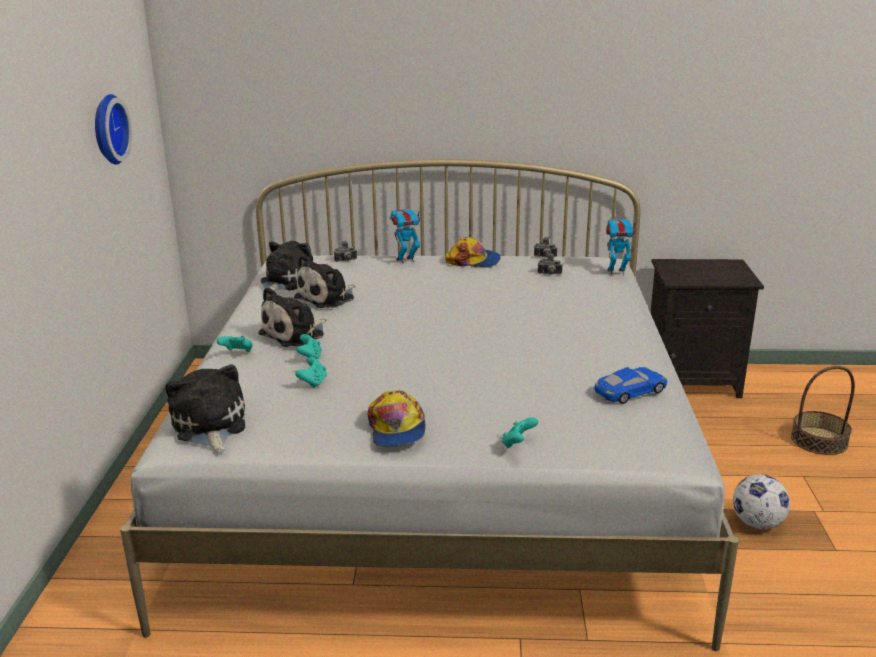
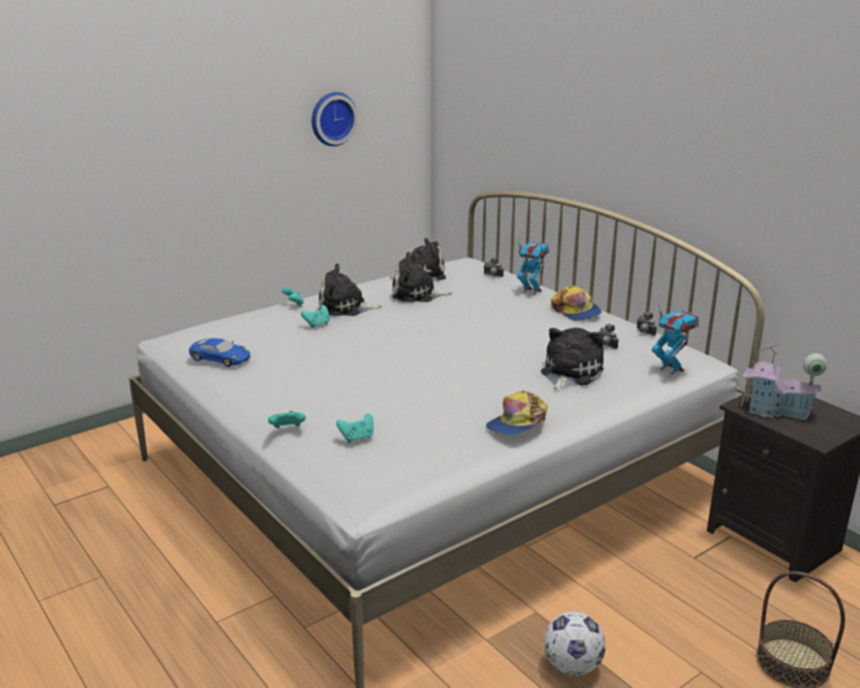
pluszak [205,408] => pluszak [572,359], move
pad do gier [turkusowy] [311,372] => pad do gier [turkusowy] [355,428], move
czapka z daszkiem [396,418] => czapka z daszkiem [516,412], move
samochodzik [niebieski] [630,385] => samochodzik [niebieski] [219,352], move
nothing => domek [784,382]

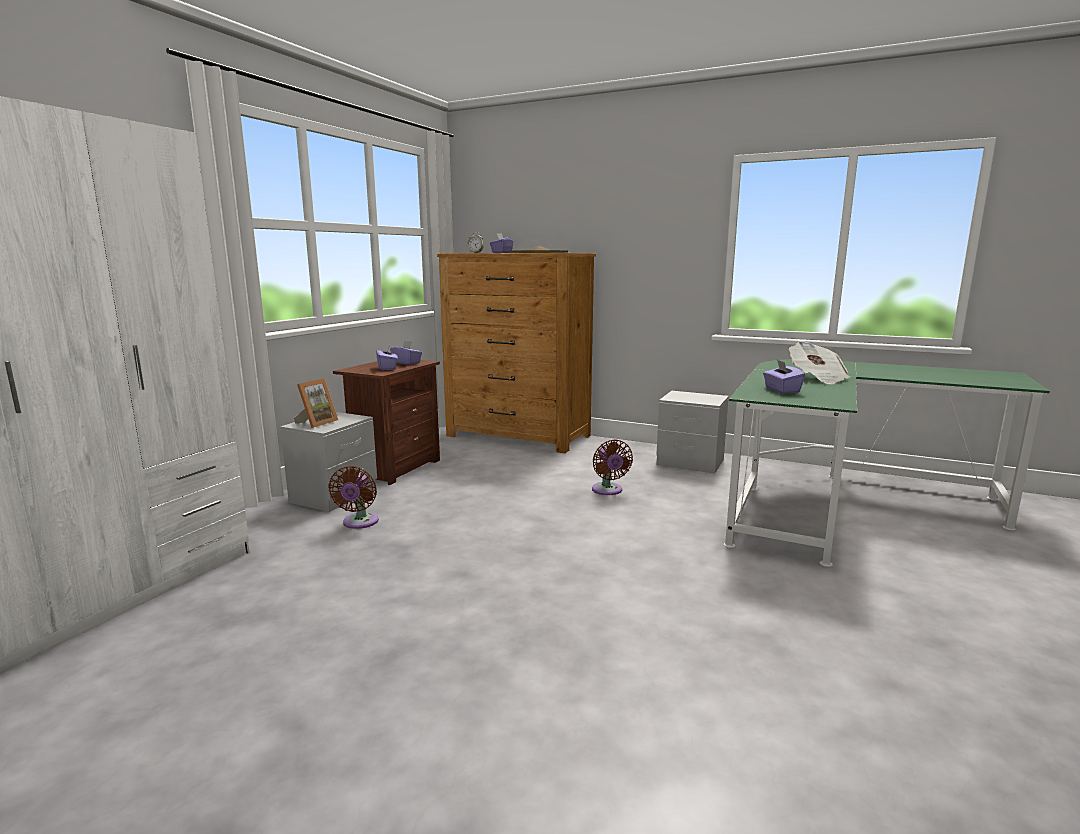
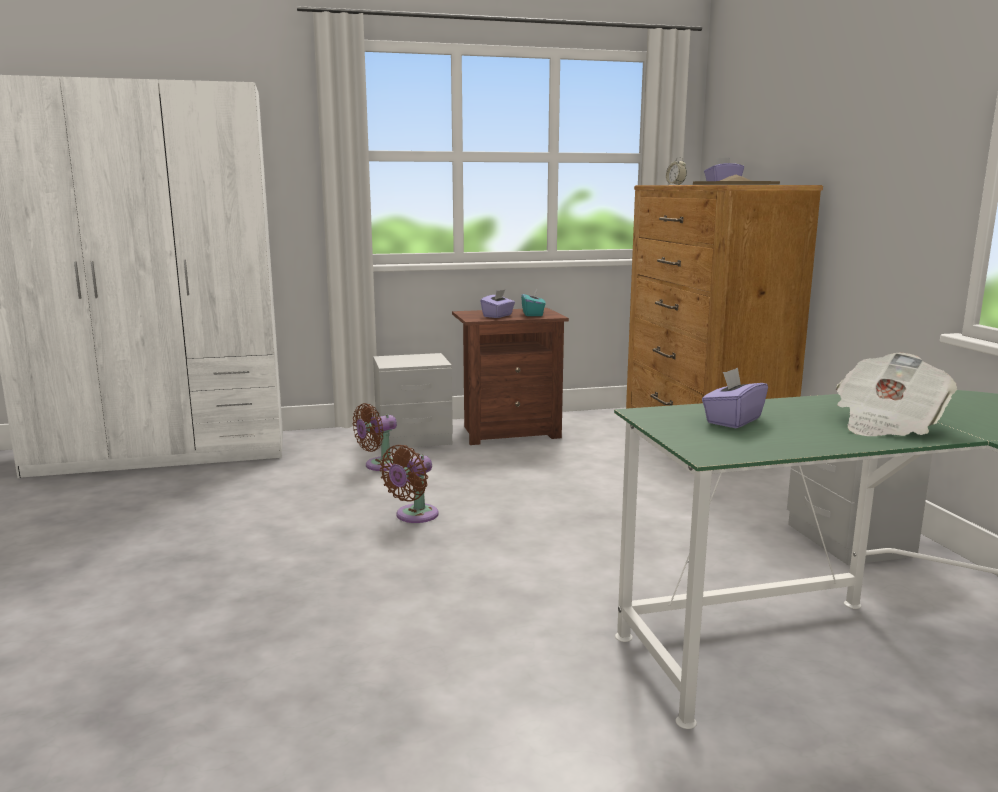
ramka na zdjęcie [316,403] => nothing
pudełko chusteczek [fioletowy] [406,352] => pudełko chusteczek [turkusowy] [533,302]
wentylator [brązowy] [612,467] => wentylator [brązowy] [409,484], move

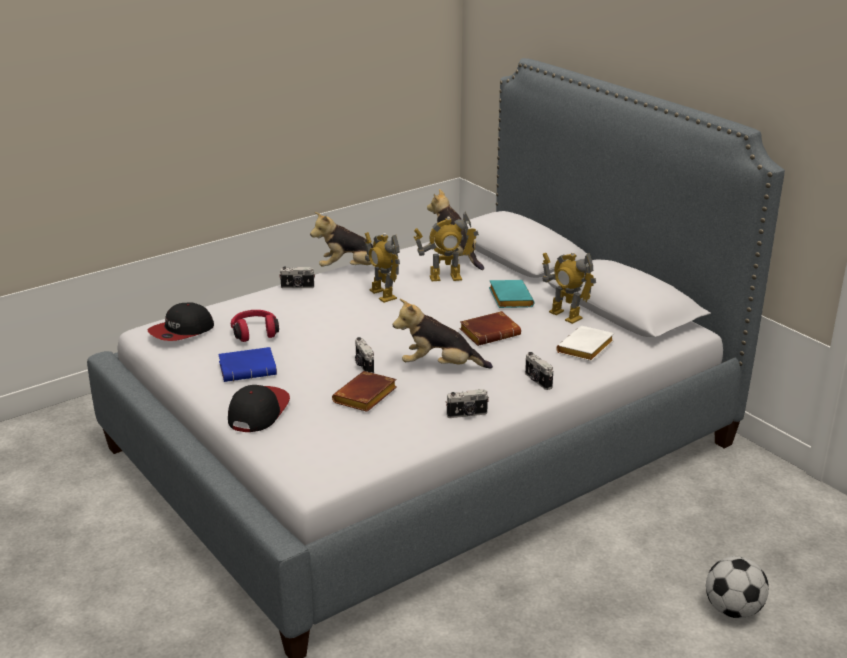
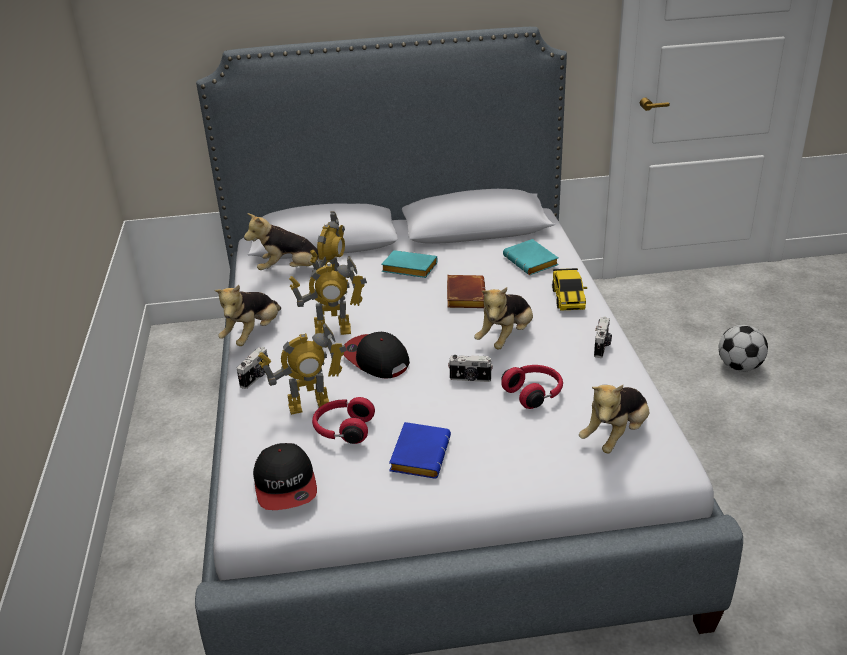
czapka z daszkiem [259,408] => czapka z daszkiem [377,355], move
książka [brązowy] [364,391] => słuchawki [czerwony] [532,387]
aparat fotograficzny [539,371] => samochodzik [569,289]
robot zabawkowy [569,288] => robot zabawkowy [302,369], move
książka [biały] [585,343] => książka [turkusowy] [531,257]
nothing => pluszak [614,419]

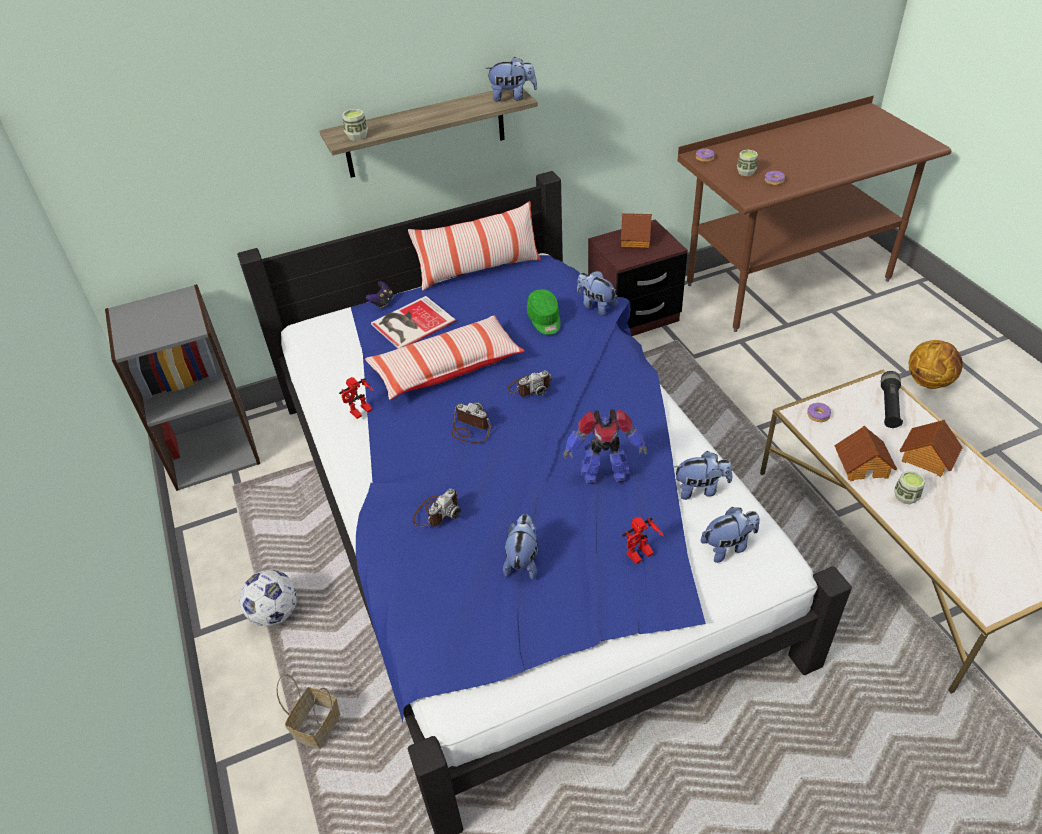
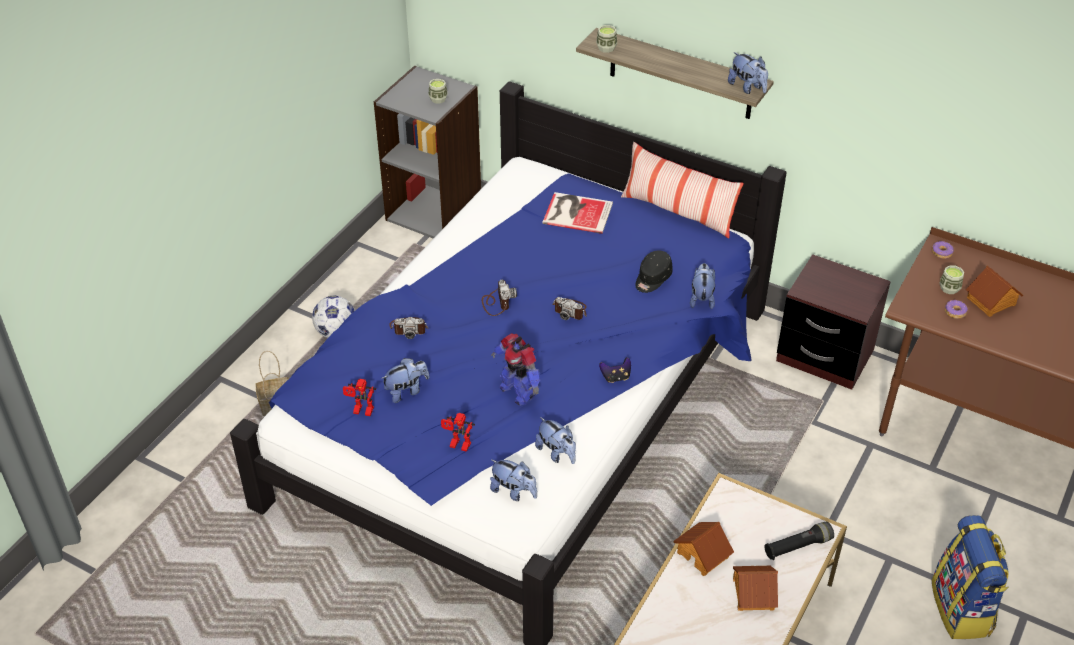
robot zabawkowy [356,398] => robot zabawkowy [359,397], move
poduszka [444,357] => nothing
pad do gier [379,295] => pad do gier [615,370], move
czapka z daszkiem [zielony] [543,312] => czapka z daszkiem [czarny] [654,272]
domek [636,230] => domek [994,291], move
donut [819,412] => nothing
filiżanka [909,487] => filiżanka [438,91], move
piłka do koszykówki [936,364] => plecak [970,577]

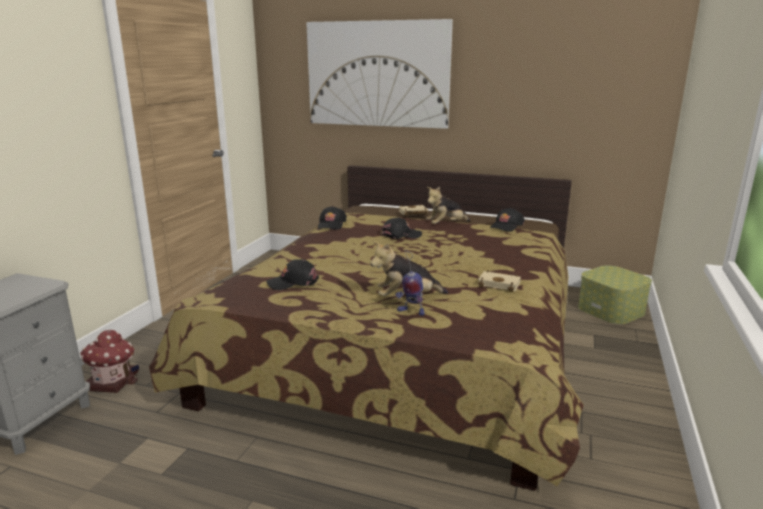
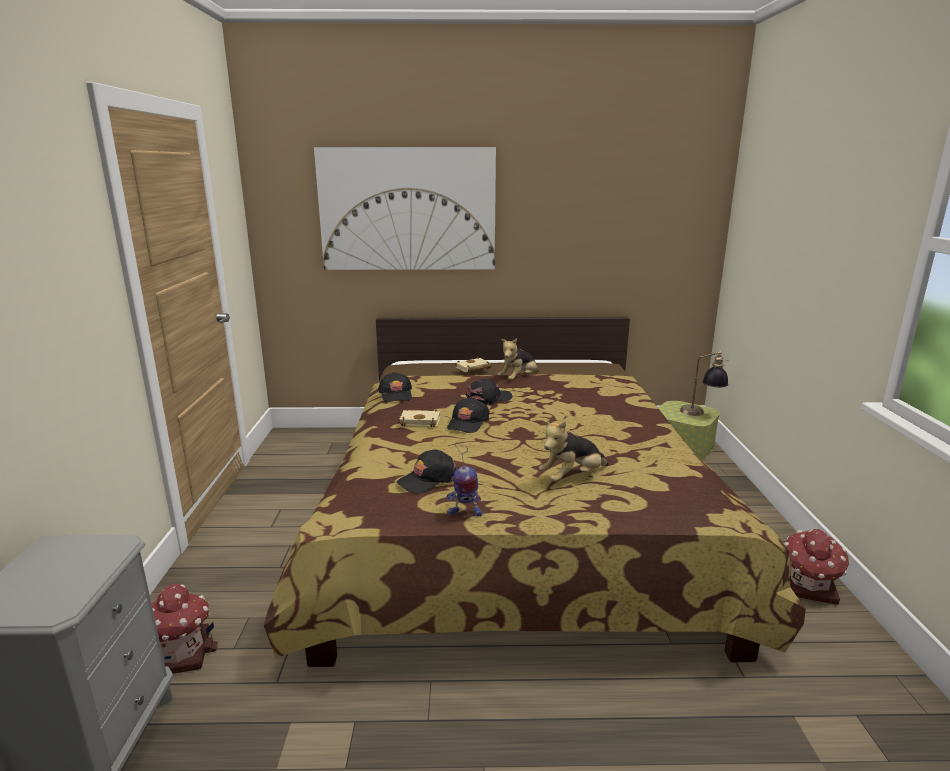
robot zabawkowy [410,283] => robot zabawkowy [464,479], move
książka [beżowy] [499,281] => książka [beżowy] [419,417], move
czapka z daszkiem [czarny] [507,220] => czapka z daszkiem [czarny] [468,415], move
nothing => lampa stołowa [704,383]
nothing => domek [816,567]

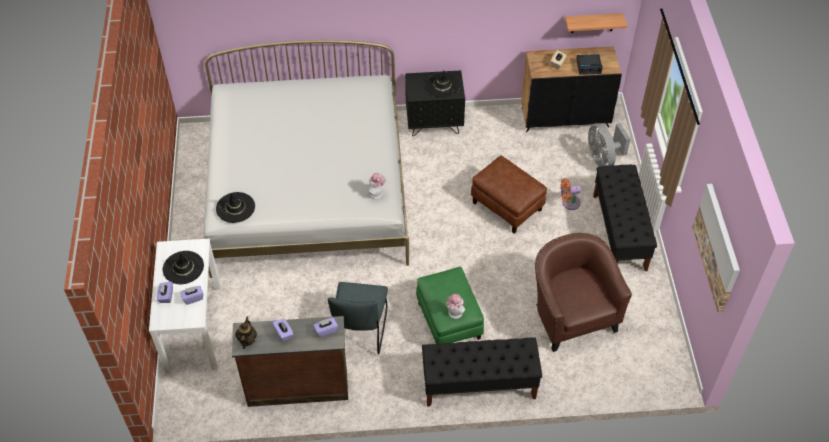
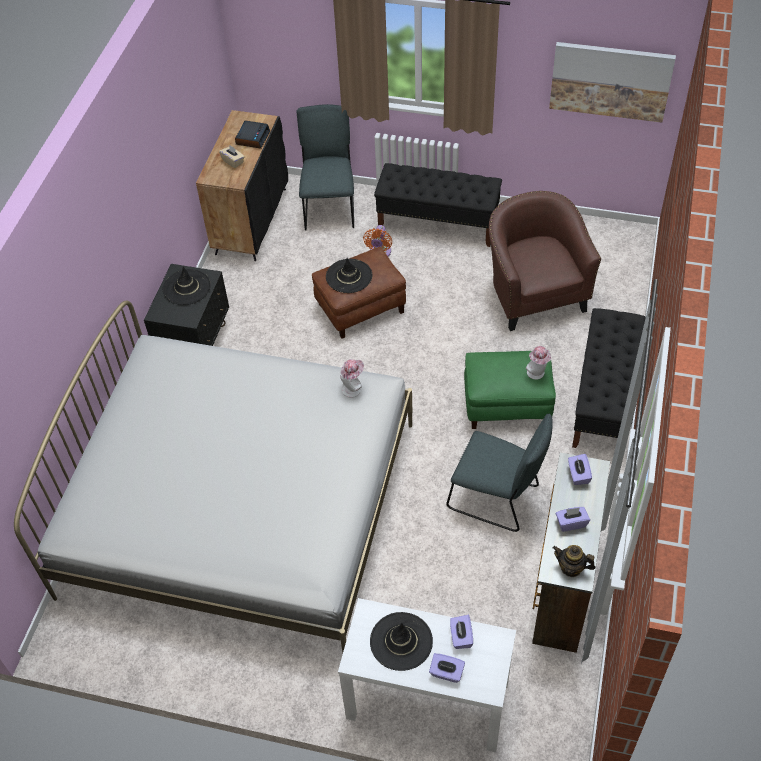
kapelusz [czarny] [235,207] => kapelusz [czarny] [349,275], move
fotel [brązowy] [583,292] => fotel [brązowy] [545,261], 75 degrees clockwise
półka [596,23] => nothing
wentylator [szary] [609,145] => krzesło [szary] [325,167]

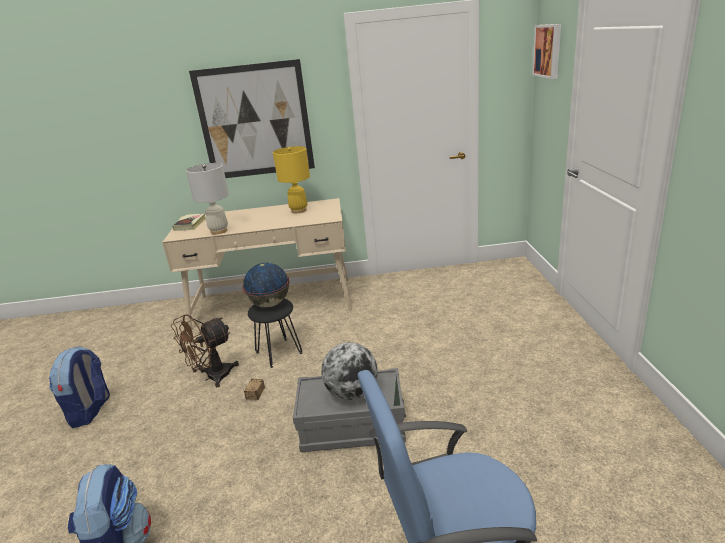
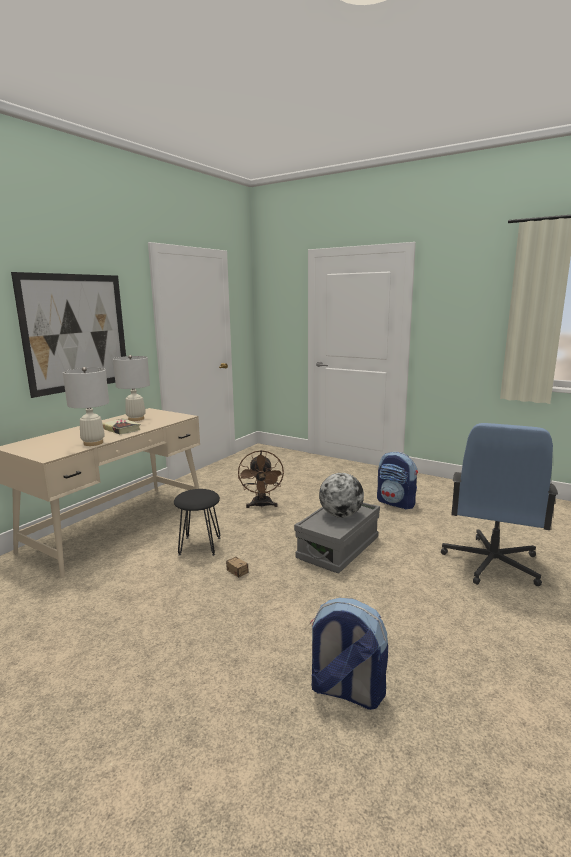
plecak [79,387] => plecak [397,481], move
wentylator [brązowy] [205,351] => wentylator [brązowy] [261,479], move
książka [189,222] => książka [121,426], move
globus [266,285] => nothing
lampa stołowa [żółty] [291,179] => lampa stołowa [biały] [131,388]
obraz [546,51] => nothing

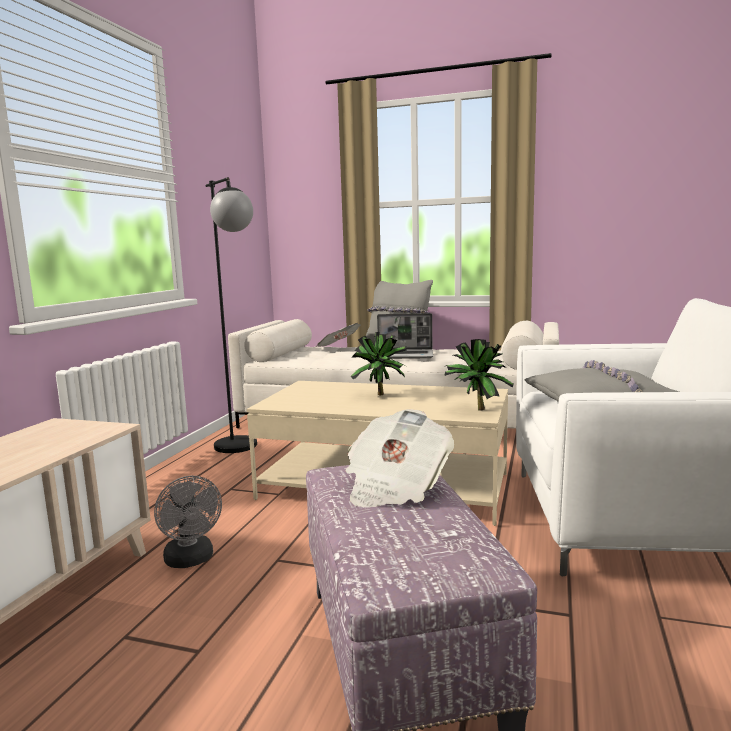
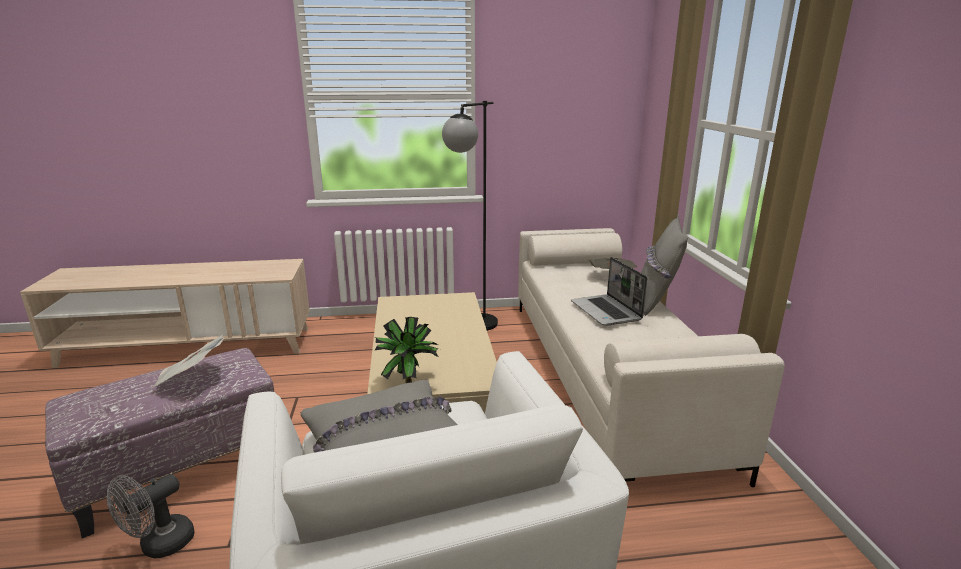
wentylator [szary] [188,522] => wentylator [szary] [151,516], move
roślina doniczkowa [378,363] => nothing

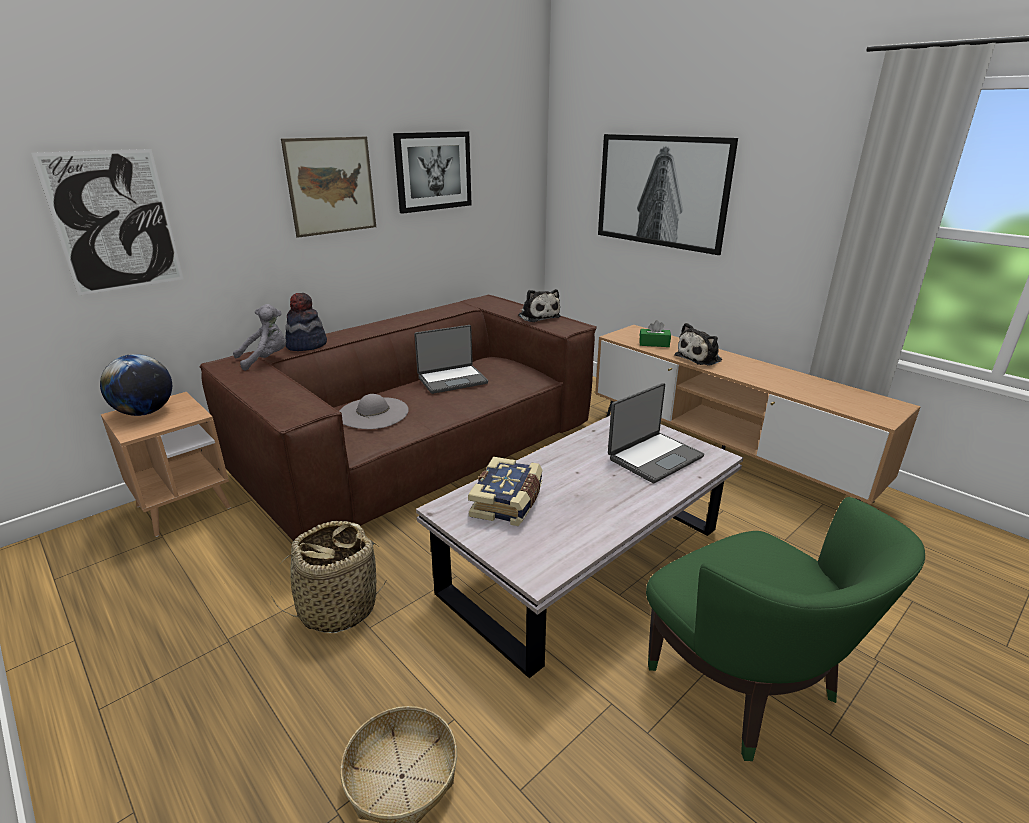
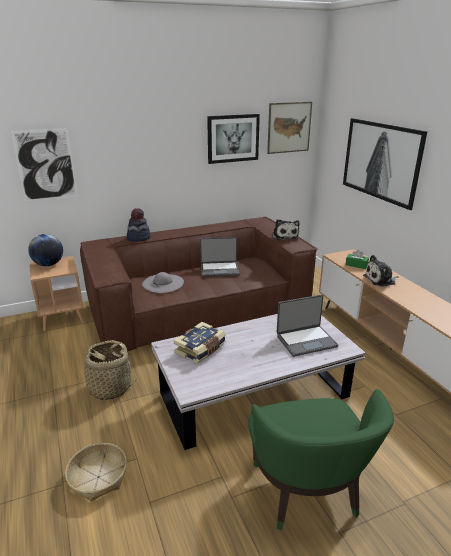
pluszak [szary] [259,337] => nothing
obraz [328,187] => obraz [289,128], move

